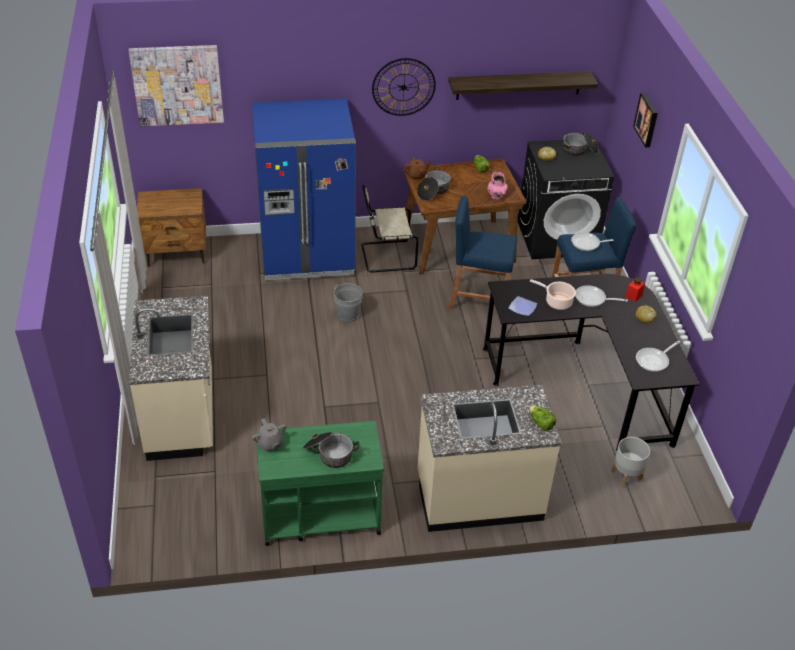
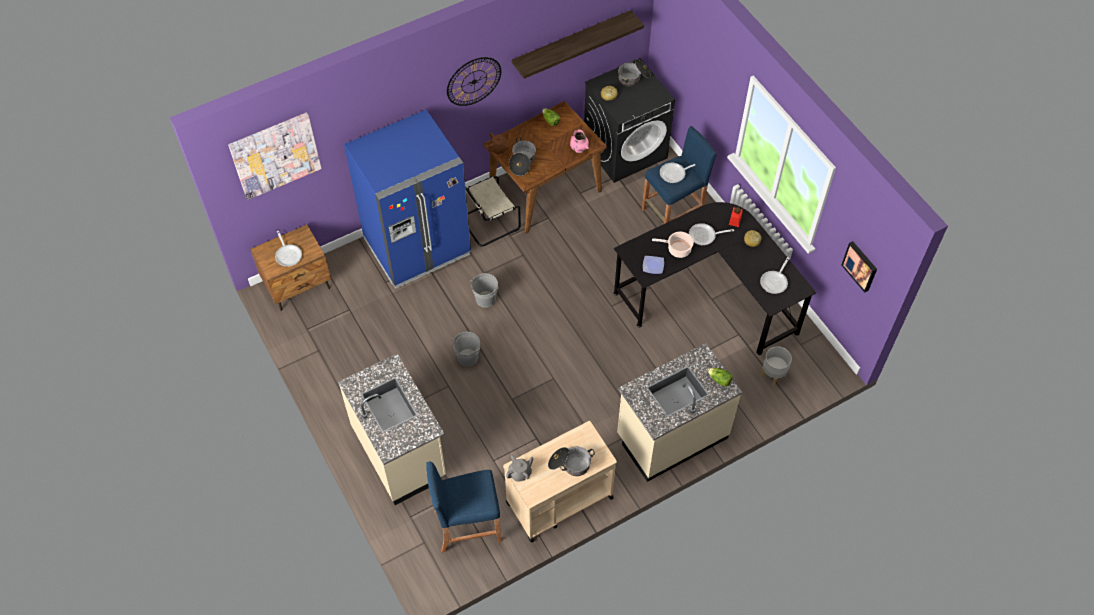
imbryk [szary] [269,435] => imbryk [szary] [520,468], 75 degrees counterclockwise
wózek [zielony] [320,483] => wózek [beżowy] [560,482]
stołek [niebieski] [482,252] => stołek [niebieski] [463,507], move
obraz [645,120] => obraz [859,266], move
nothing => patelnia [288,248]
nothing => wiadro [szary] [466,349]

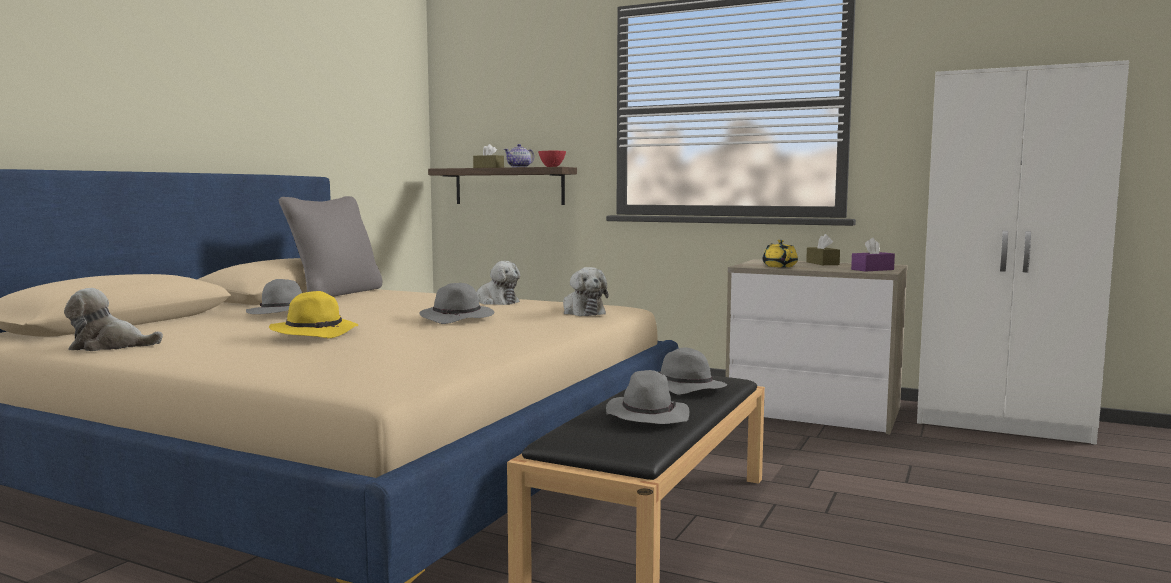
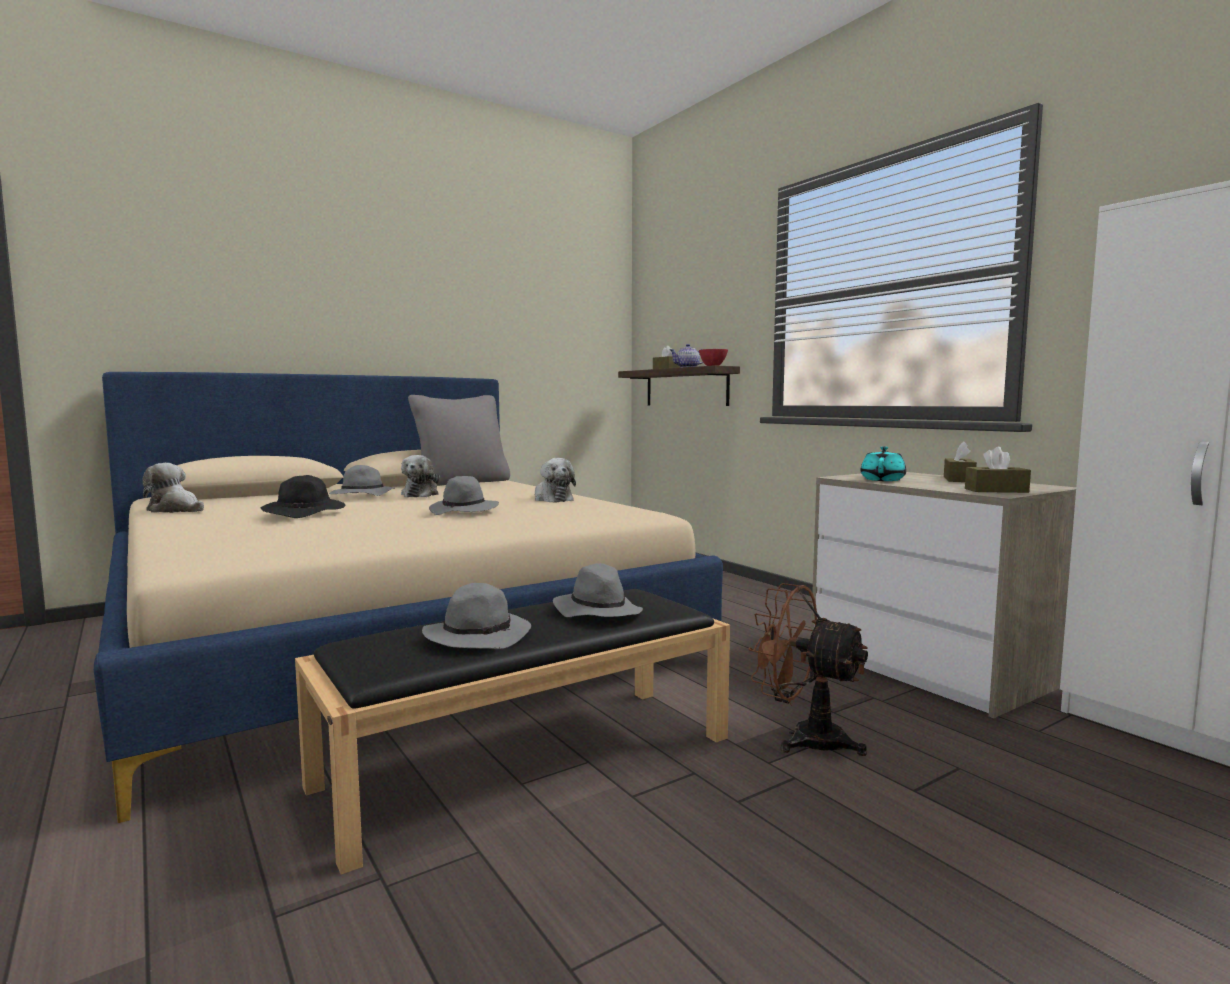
kapelusz [żółty] [313,314] => kapelusz [czarny] [303,496]
pluszak [586,291] => pluszak [420,476], move
imbryk [żółty] [780,253] => imbryk [turkusowy] [883,463]
pudełko chusteczek [fioletowy] [873,255] => pudełko chusteczek [brązowy] [998,470]
nothing => wentylator [brązowy] [808,669]

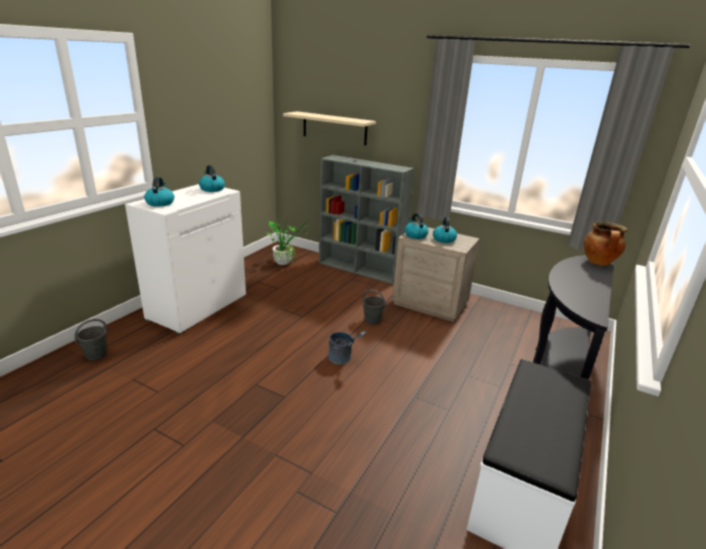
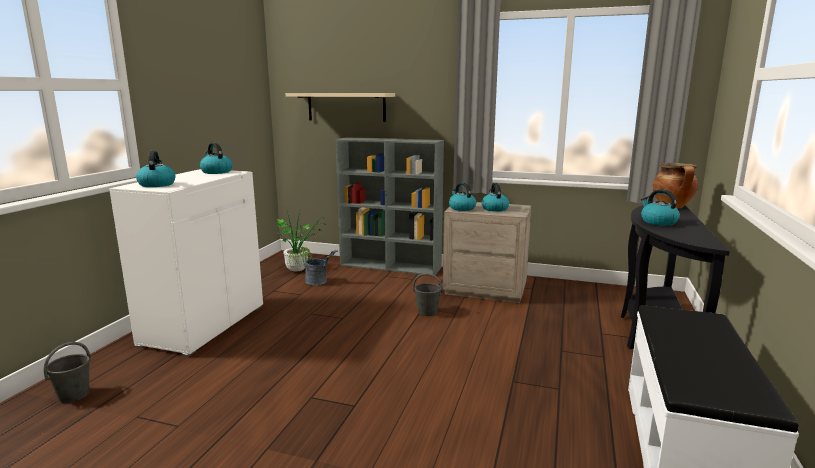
wiadro [szary] [347,347] => wiadro [szary] [321,267], move
nothing => czajnik [660,207]

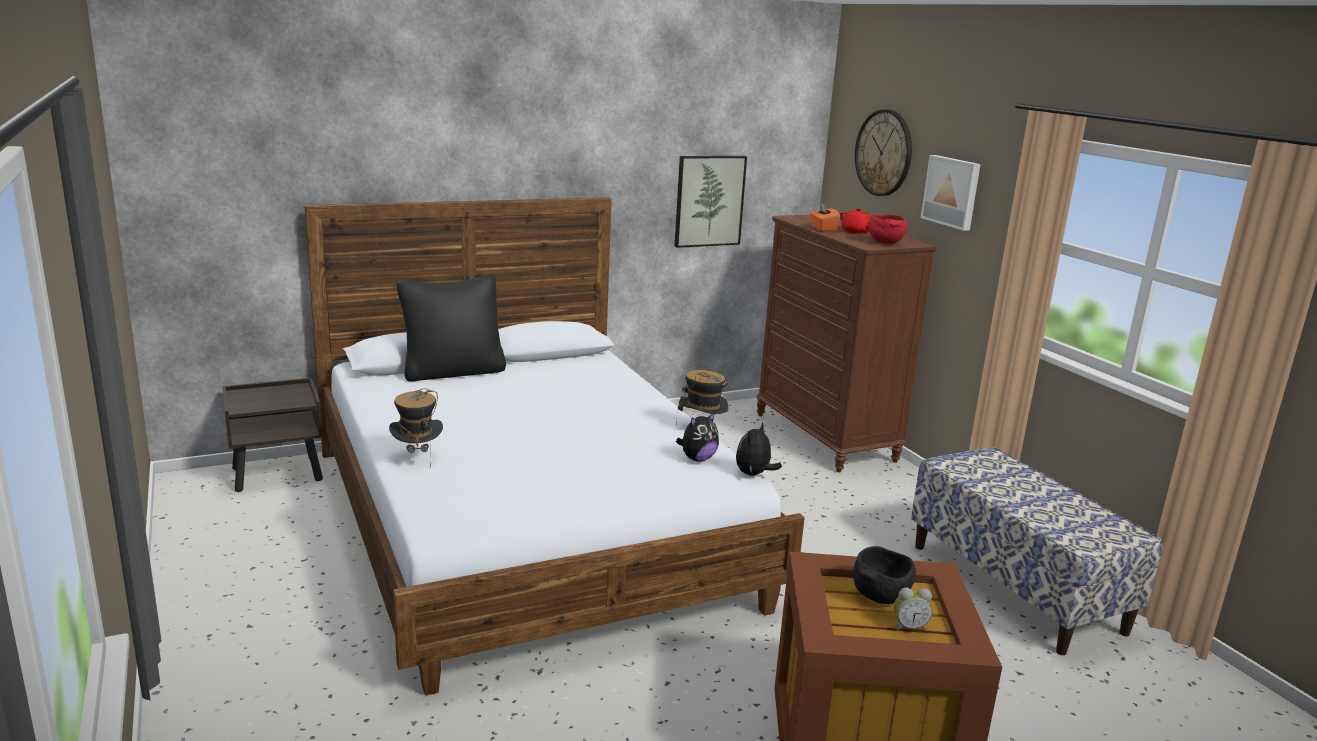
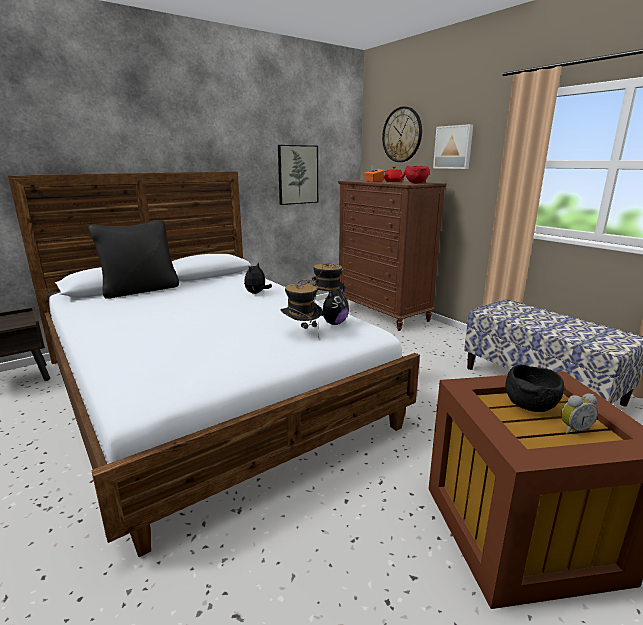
kapelusz [416,428] => kapelusz [301,309], move
pluszak [759,449] => pluszak [258,278], move

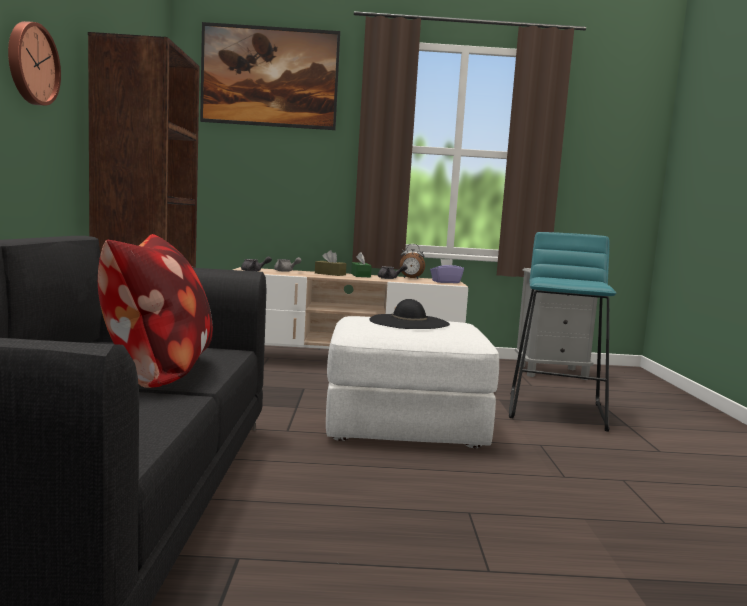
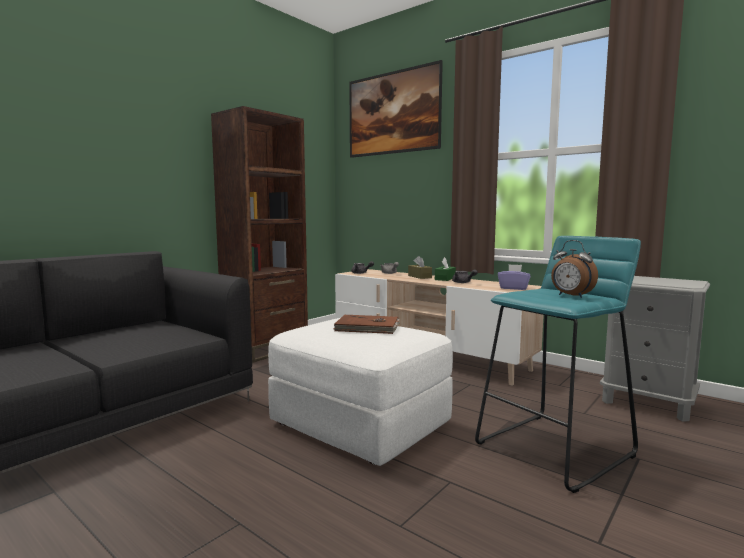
zegar ścienny [34,63] => nothing
poduszka [155,311] => nothing
kapelusz [czarny] [409,314] => książka [brązowy] [367,324]
budzik [412,261] => budzik [574,269], move

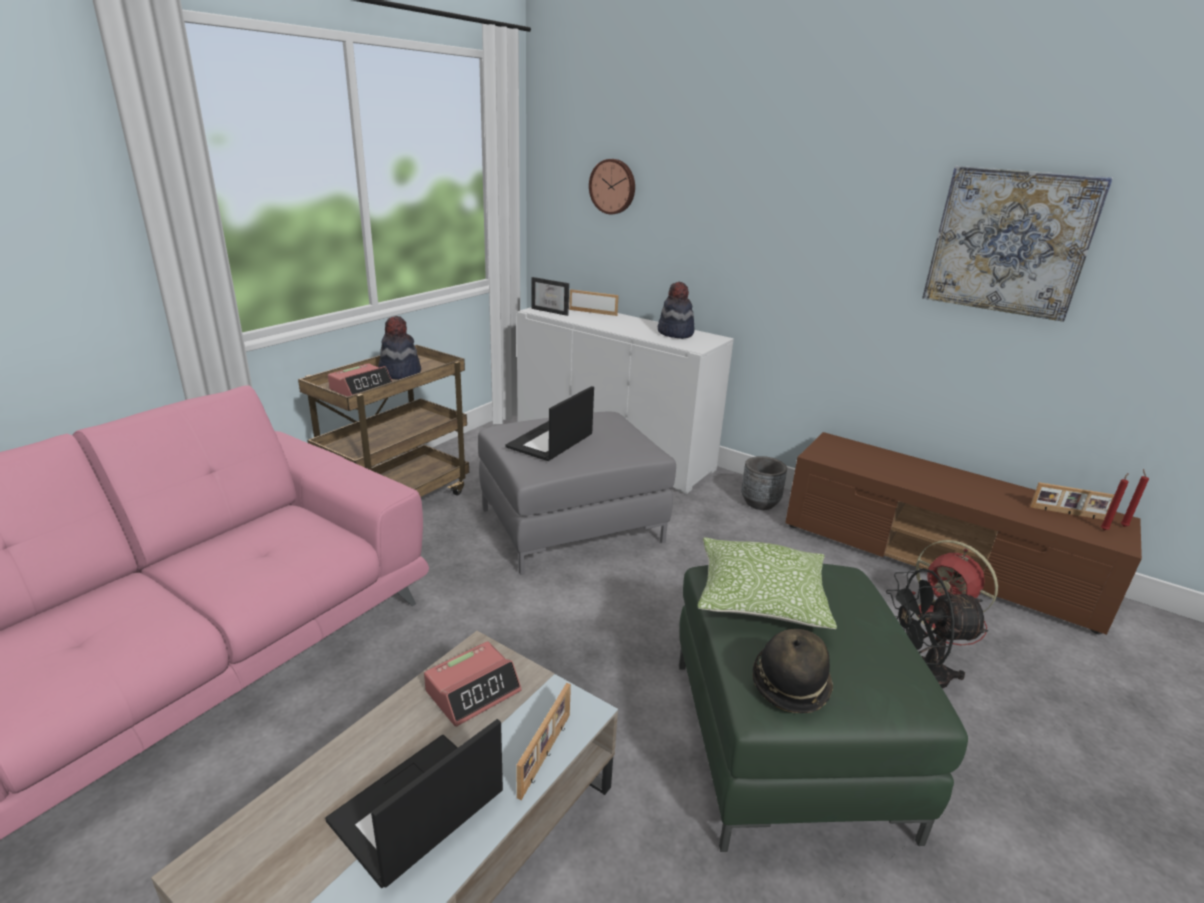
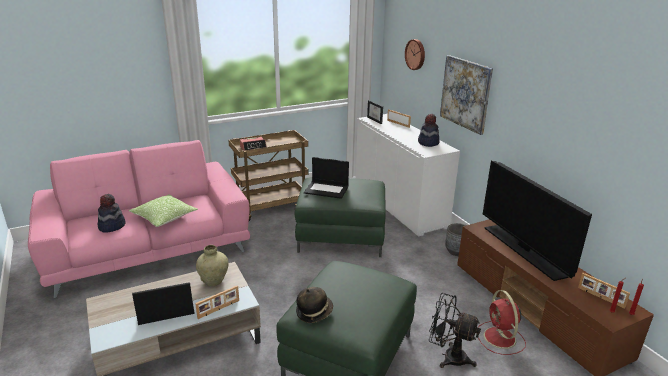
kapelusz [399,348] => kapelusz [111,213], move
budzik [473,684] => wazon [beżowy] [212,265]
pufa [szary] [577,493] => pufa [zielony] [340,217]
laptop [549,423] => laptop [326,178], 135 degrees counterclockwise
poduszka [767,583] => poduszka [163,210], move
obraz [1017,244] => obraz [466,95], move
nothing => telewizor [537,221]

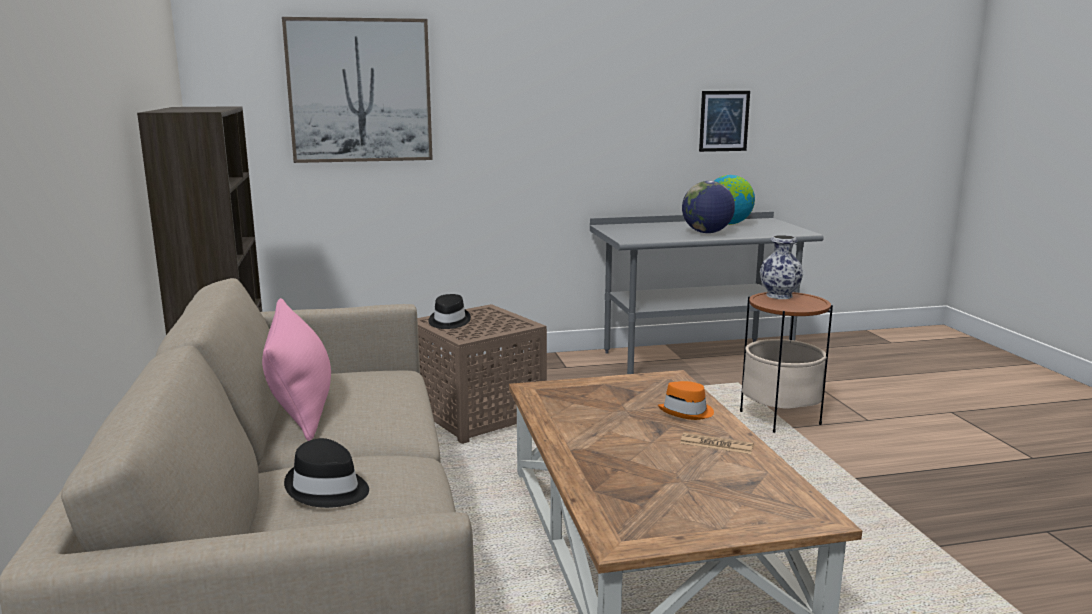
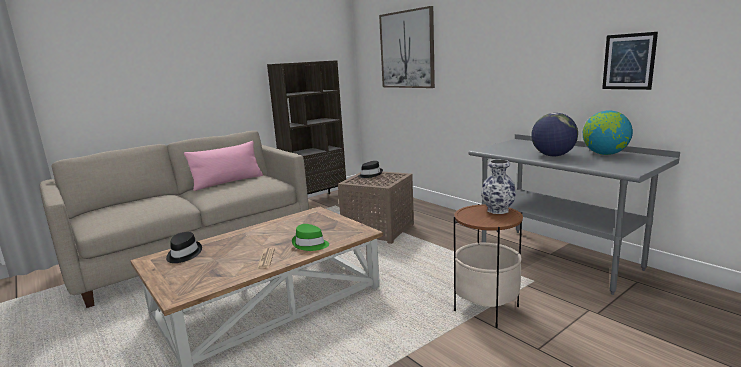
kapelusz [czarny] [326,473] => kapelusz [czarny] [184,247], move
kapelusz [pomarańczowy] [686,400] => kapelusz [zielony] [310,237]

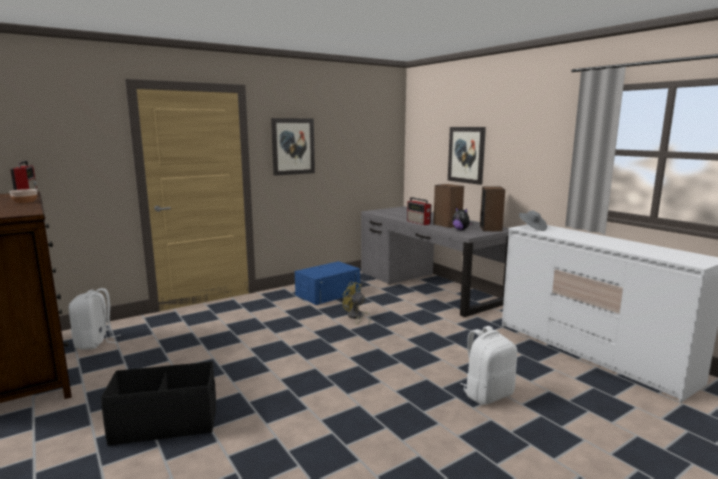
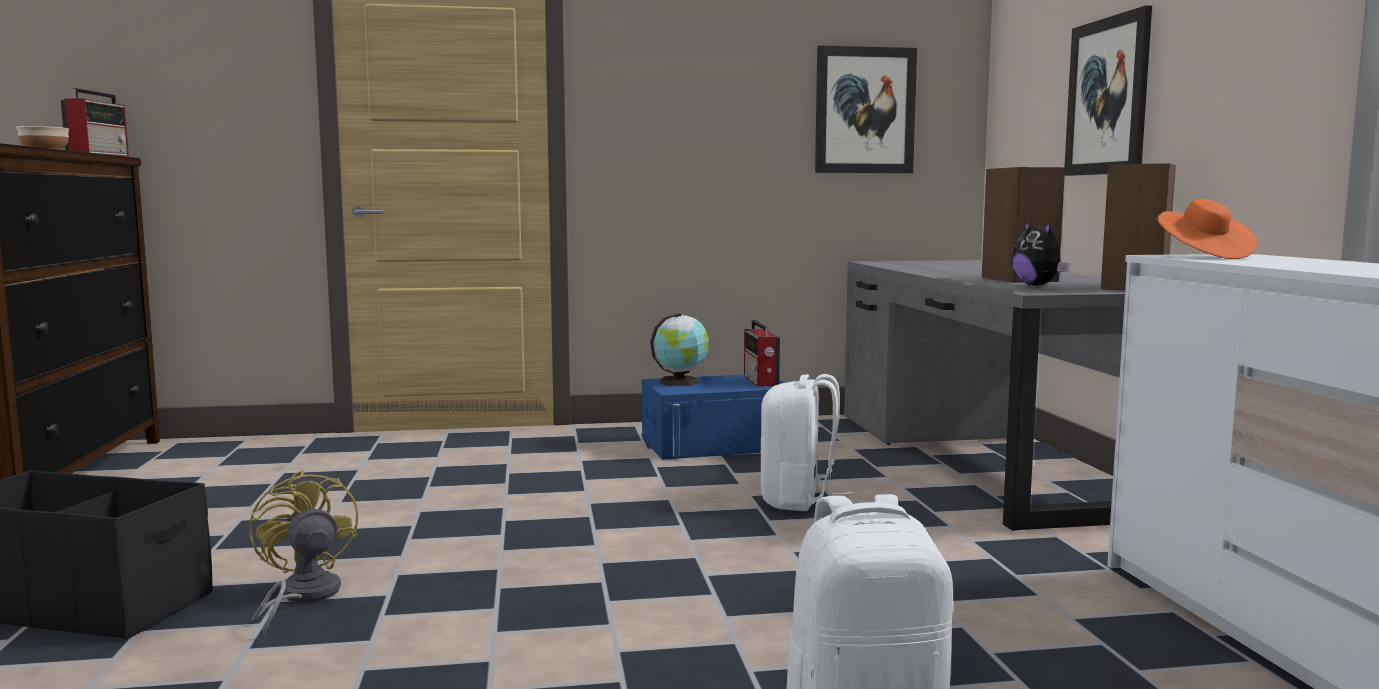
plecak [biały] [94,319] => plecak [biały] [806,442], move
obraz [293,147] => obraz [866,109], move
wentylator [żółty] [356,304] => wentylator [żółty] [303,553], move
radio [419,211] => radio [762,353], move
kapelusz [szary] [533,220] => kapelusz [pomarańczowy] [1207,229]
nothing => globus [679,349]

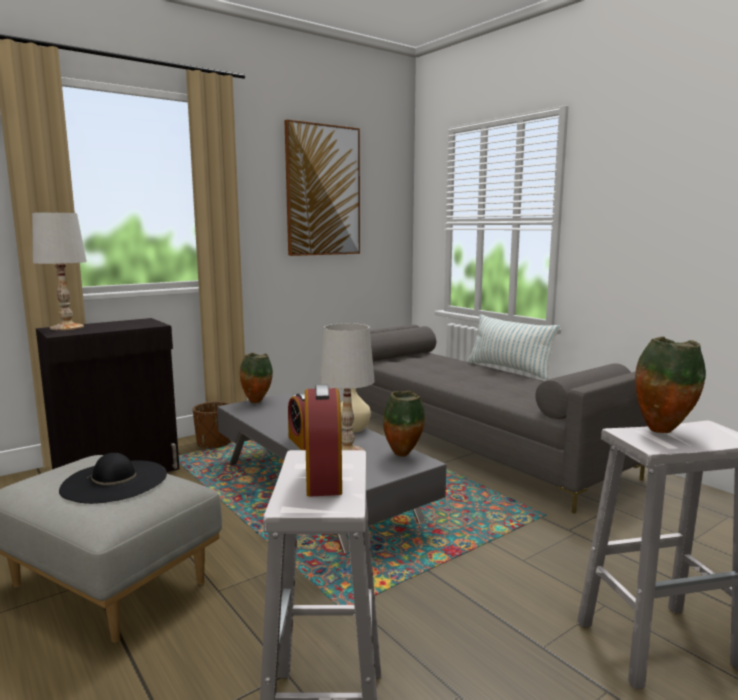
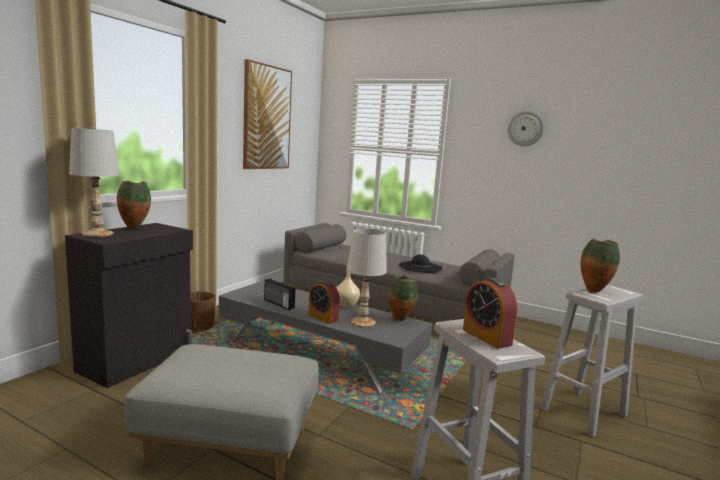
kapelusz [czarny] [113,478] => kapelusz [czarny] [421,264], move
wazon [256,378] => wazon [134,204], move
poduszka [514,346] => nothing
nothing => radio [279,294]
nothing => zegar ścienny [526,128]

